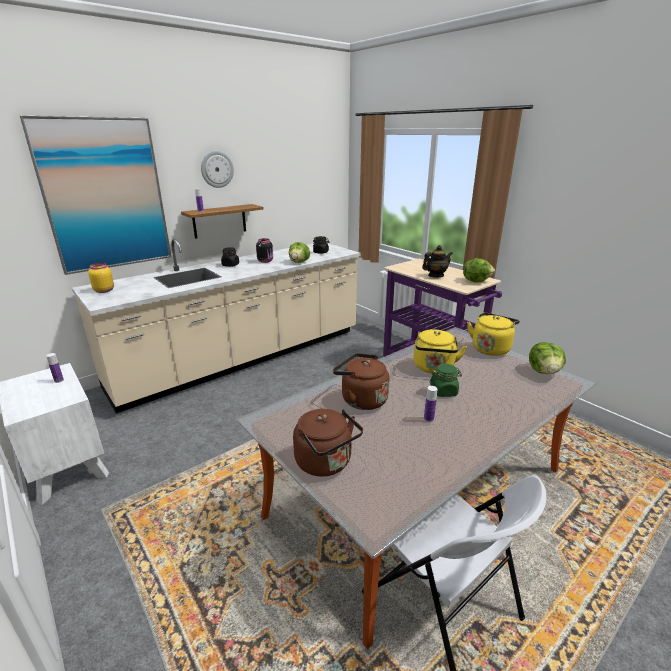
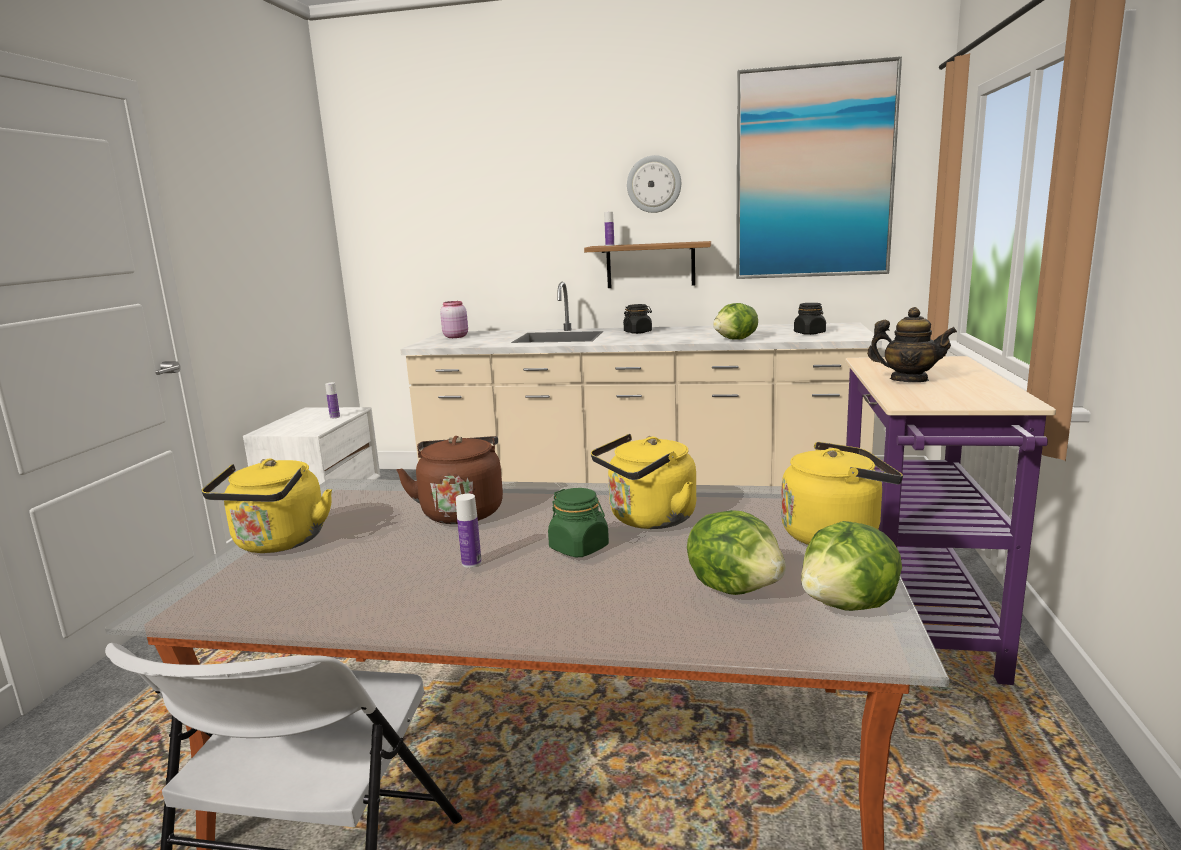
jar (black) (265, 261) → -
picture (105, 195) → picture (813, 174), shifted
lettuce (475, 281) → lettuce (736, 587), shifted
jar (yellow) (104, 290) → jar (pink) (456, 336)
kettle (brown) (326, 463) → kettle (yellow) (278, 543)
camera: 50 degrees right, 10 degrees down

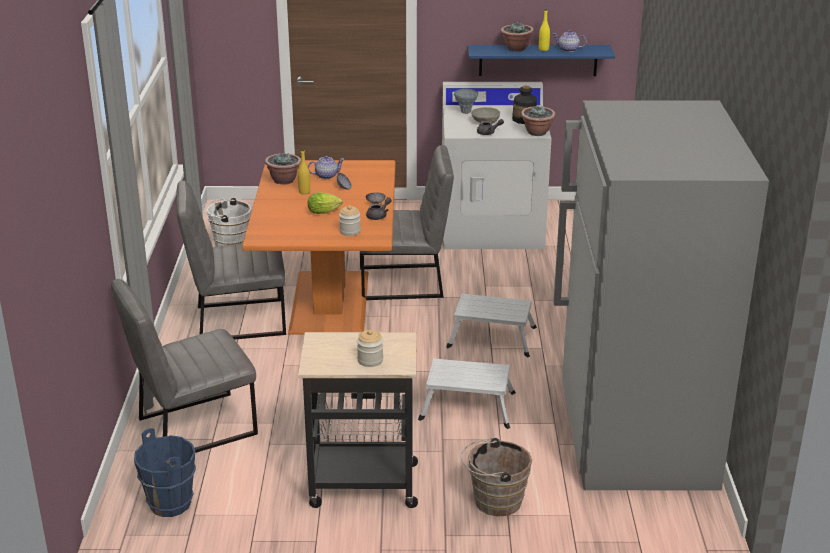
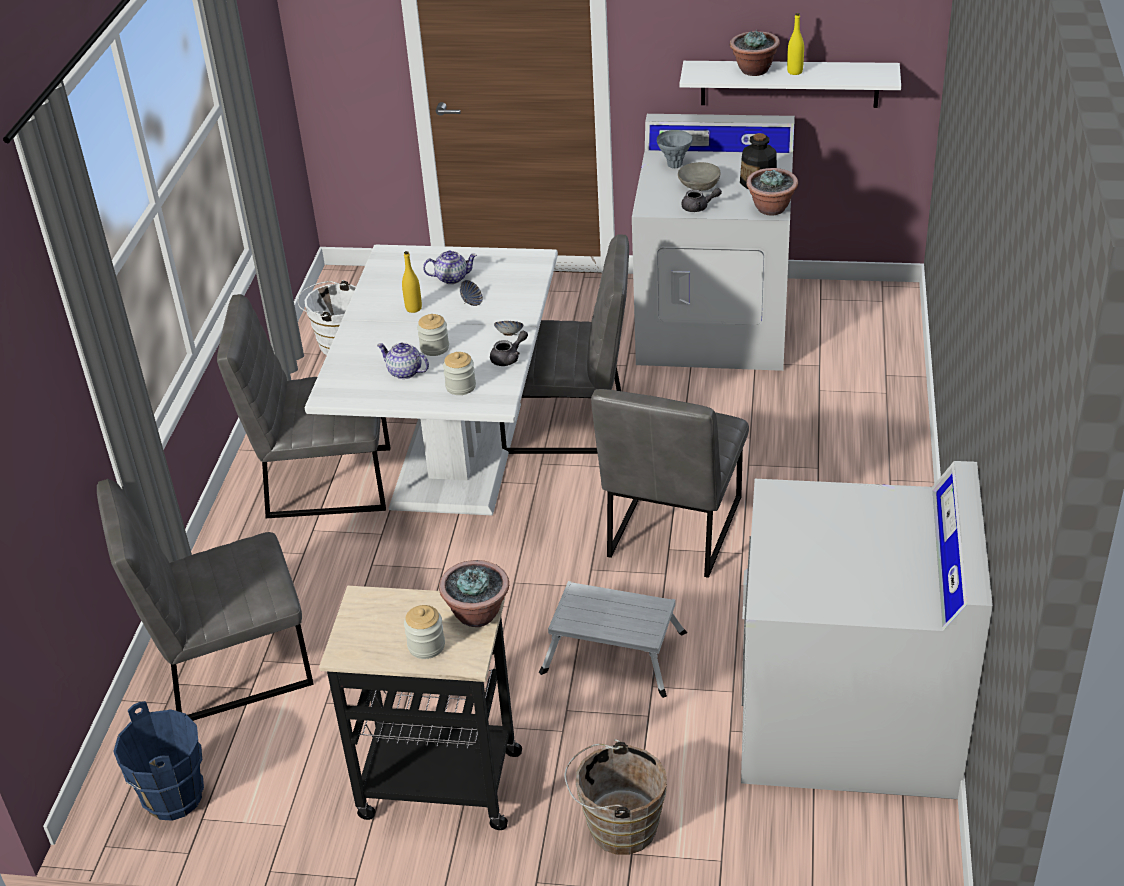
potted plant (284, 180) → potted plant (477, 614), shifted
teapot (568, 50) → teapot (404, 372), shifted
lettuce (325, 212) → jar (434, 348)
step ladder (white) (491, 337) → chair (grey) (672, 529)
fridge (grey) (635, 432) → washing machine (white) (848, 716)
dining table (orange) (328, 302) → dining table (white) (454, 455)
shelf (blue) (538, 60) → shelf (white) (789, 83)
camera: 10 degrees right, 10 degrees up

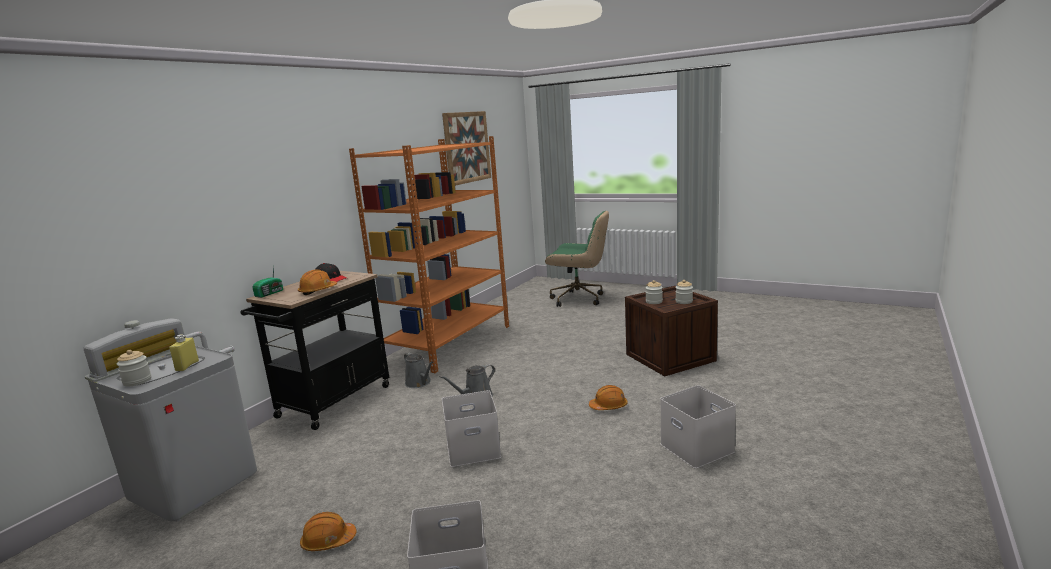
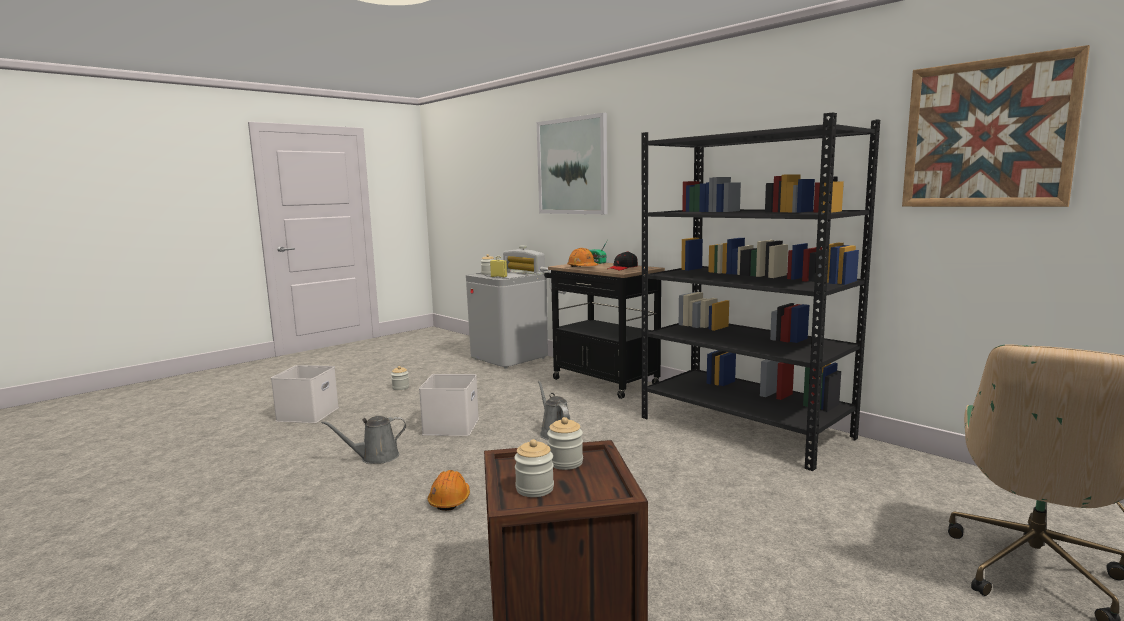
storage box (white) (695, 448) → -
- → picture (572, 166)
watering can (grey) (419, 383) → watering can (grey) (375, 457), shifted
hard hat (orange) (328, 541) → jar (400, 388)
bookcase (orange) (449, 343) → bookcase (black) (744, 427)
camera: 105 degrees right, 5 degrees down

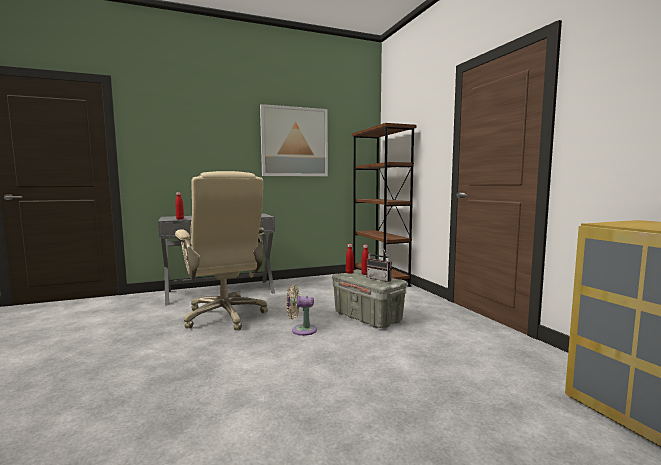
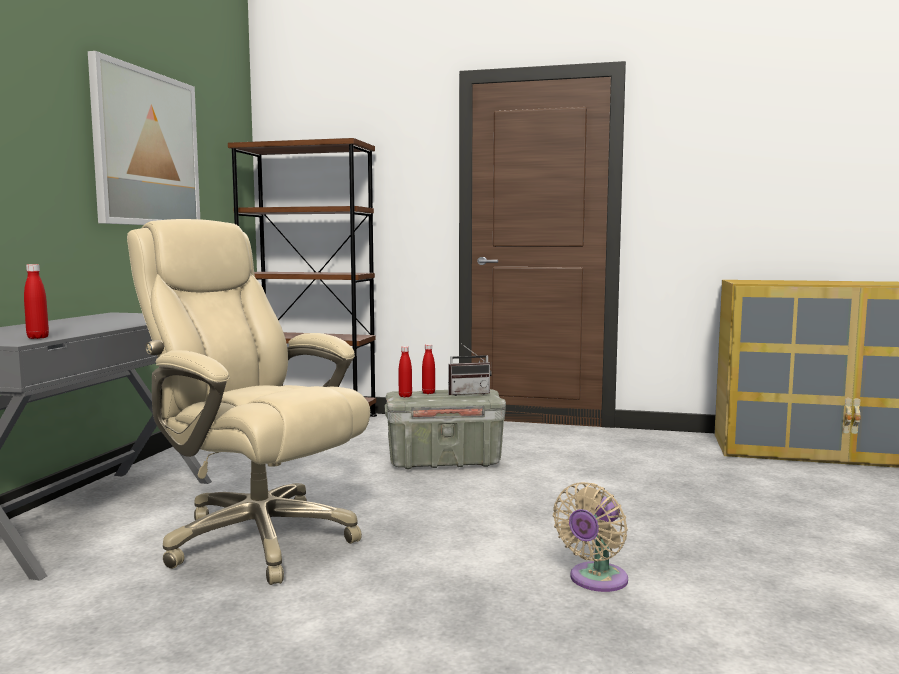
fan (beige) (301, 330) → fan (beige) (595, 580), shifted
office chair (beige) (224, 317) → office chair (beige) (258, 538), 150 degrees counterclockwise
camera: 55 degrees left, 0 degrees up

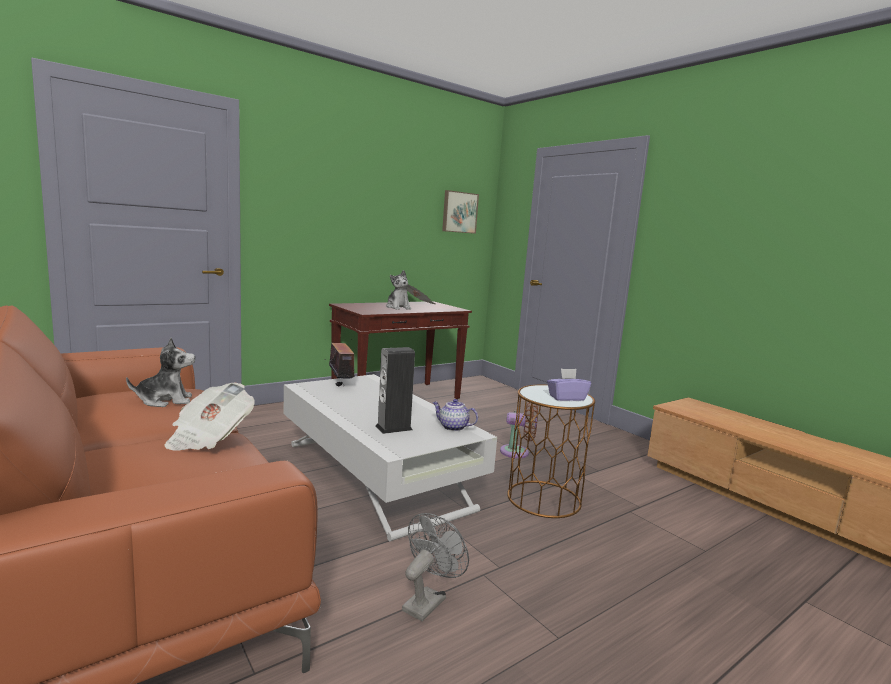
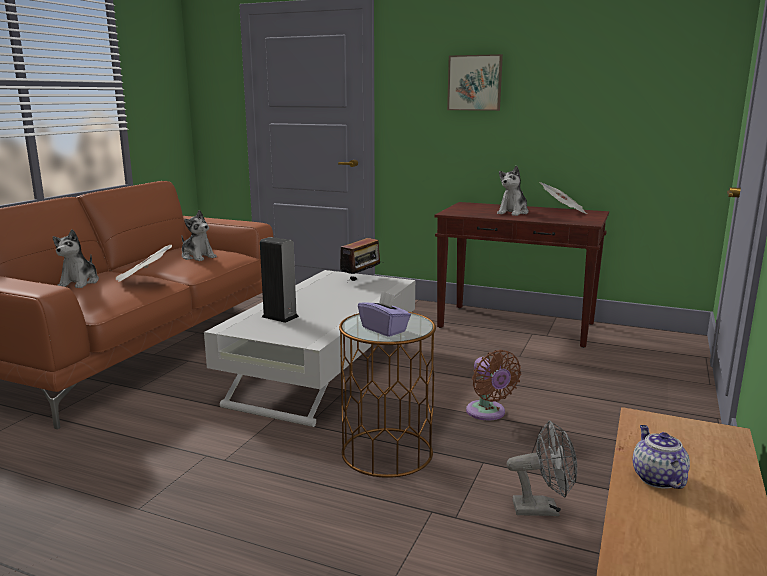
- → plush toy (80, 282)
fan (grey) (428, 600) → fan (grey) (543, 508), shifted
teapot (452, 427) → teapot (656, 478), shifted
picture (459, 212) → picture (475, 83), shifted
camera: 60 degrees right, 5 degrees up

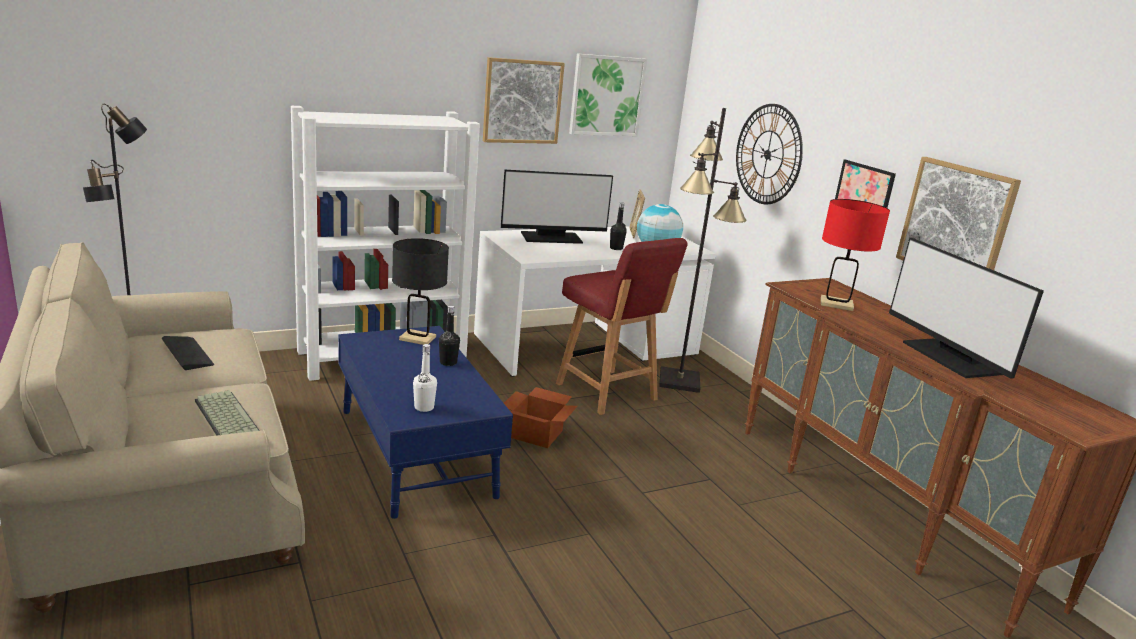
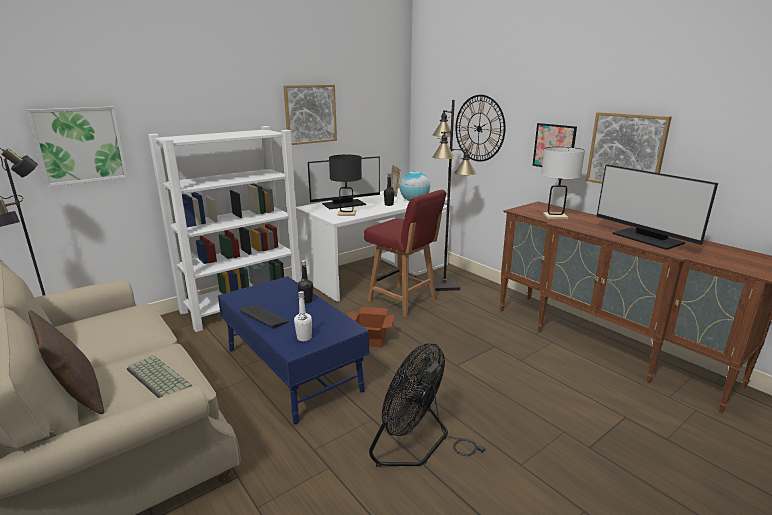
- → pillow (brown) (77, 397)
- → fan (black) (424, 441)
keyboard (187, 353) → keyboard (264, 317), shifted
table lamp (black) (417, 338) → table lamp (black) (346, 214), shifted
picture (606, 95) → picture (80, 145), shifted
table lamp (red) (836, 304) → table lamp (white) (555, 217)
camera: 10 degrees left, 0 degrees up

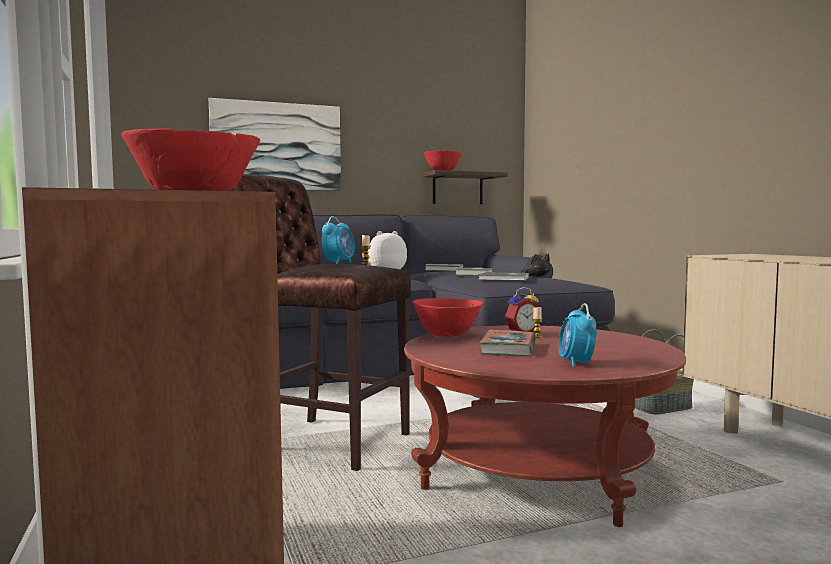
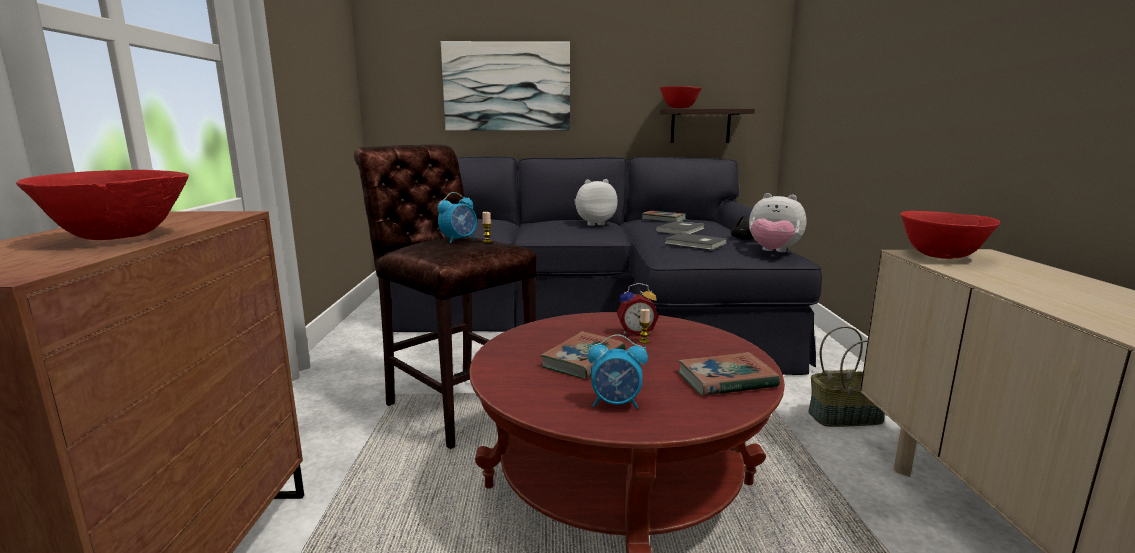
- → book (726, 380)
- → plush toy (773, 252)
bowl (red) (447, 335) → bowl (red) (940, 256), shifted
alarm clock (576, 363) → alarm clock (616, 403), 105 degrees counterclockwise
camera: 20 degrees right, 10 degrees up

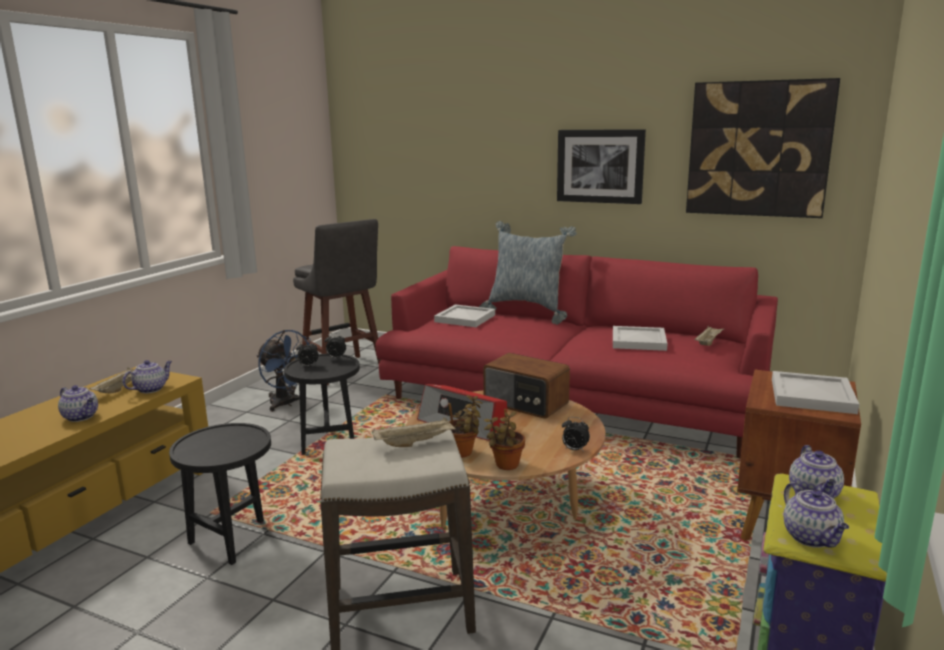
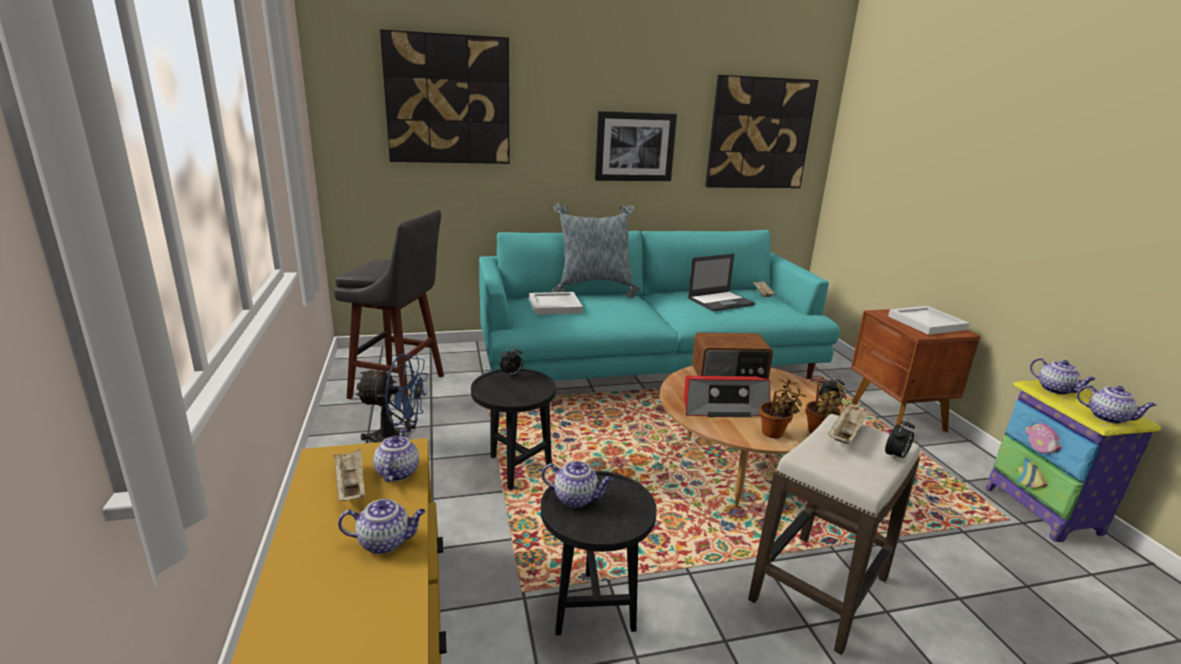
- → picture (448, 100)
- → teapot (576, 498)
alarm clock (308, 366) → alarm clock (895, 456), shifted
tray (white) (639, 341) → laptop (721, 301)
sofa (red) (573, 400) → sofa (turquoise) (647, 362)
camera: 40 degrees left, 5 degrees up

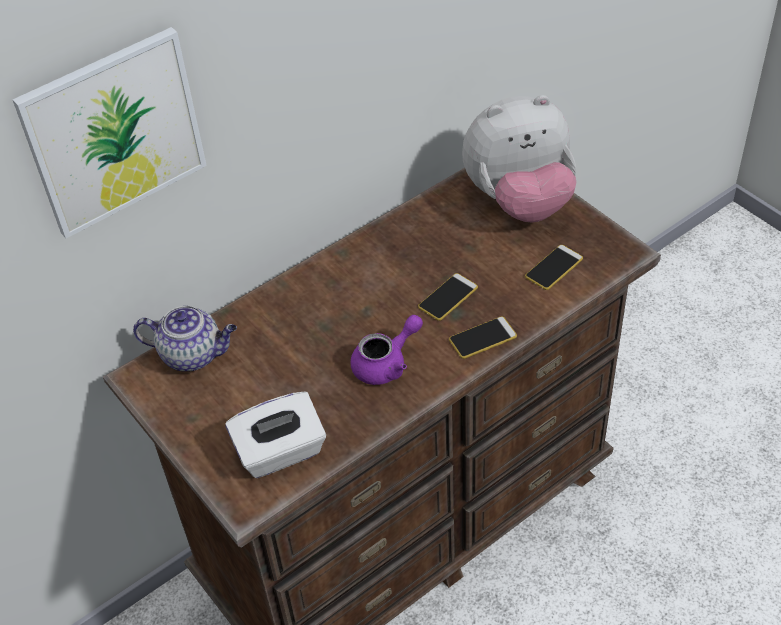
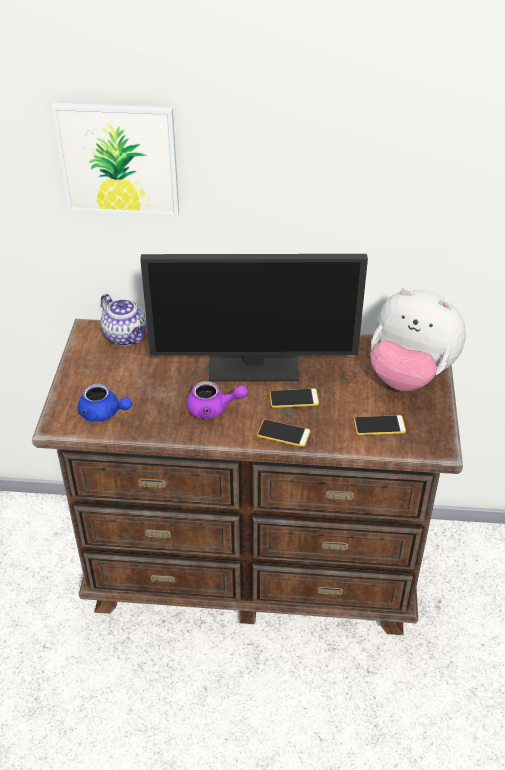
- → monitor (255, 362)
tissue box (white) (281, 452) → teapot (blue) (103, 413)
camera: 40 degrees right, 5 degrees down

